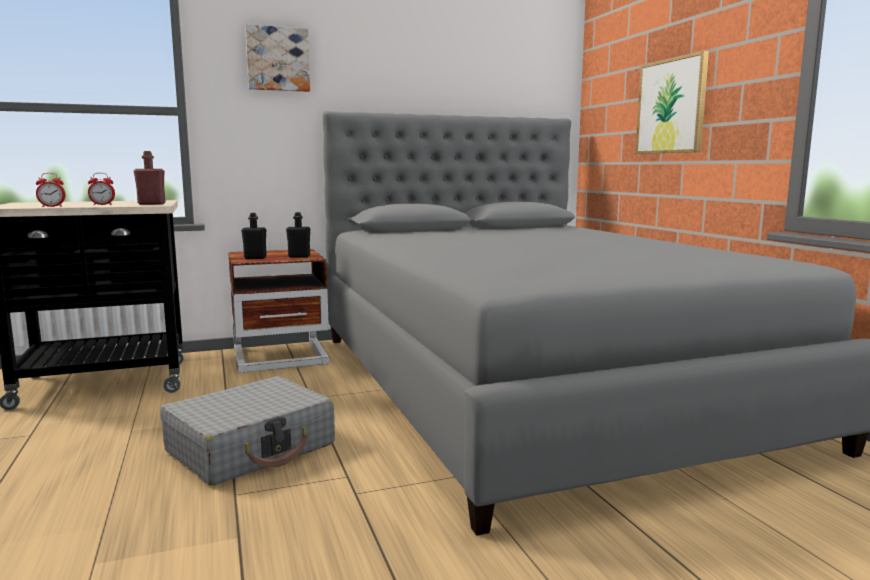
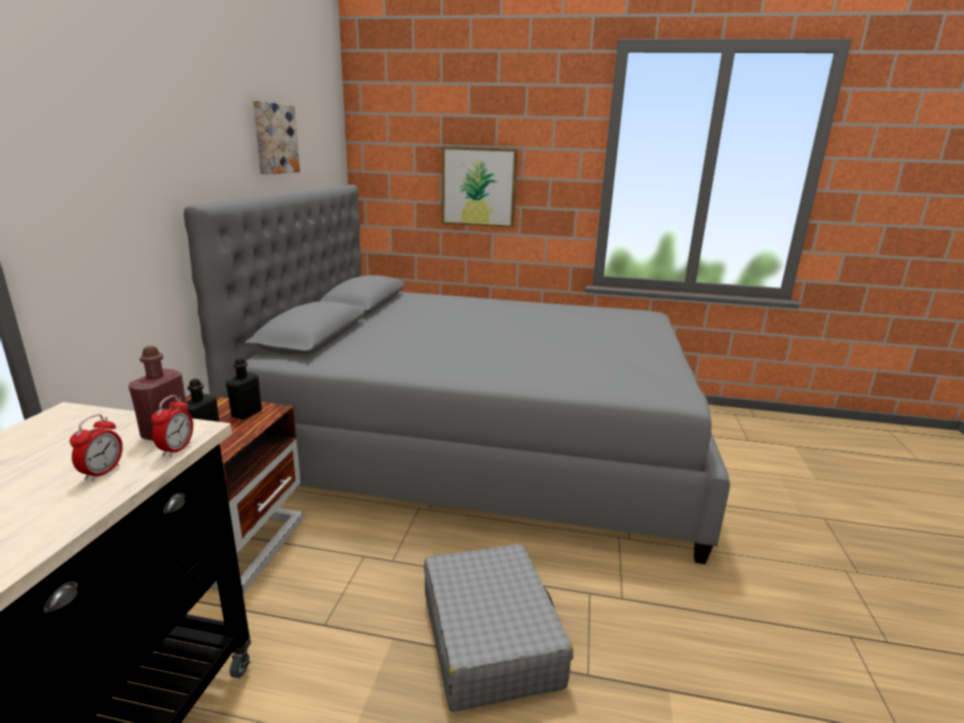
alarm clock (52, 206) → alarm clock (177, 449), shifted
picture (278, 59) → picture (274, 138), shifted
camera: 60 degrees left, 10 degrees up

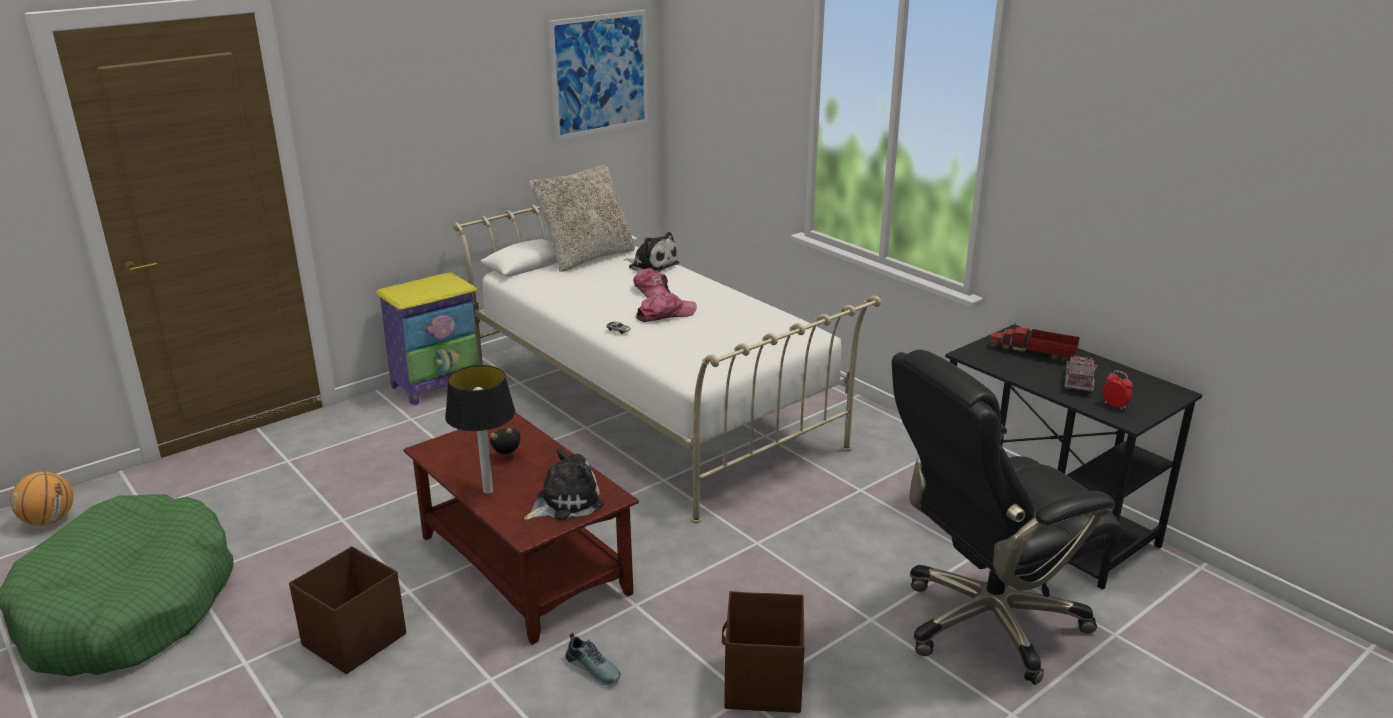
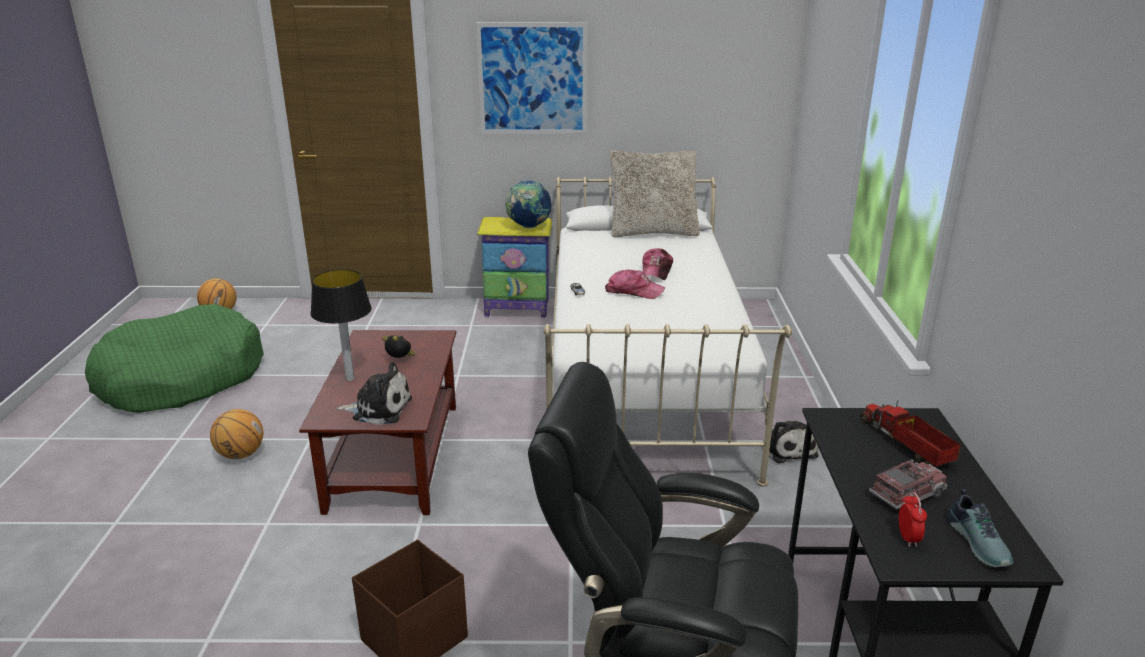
- → globe (528, 227)
picture (600, 74) → picture (532, 79), shifted
shoe (594, 668) → shoe (979, 542), shifted
plush toy (651, 265) → plush toy (788, 449), shifted
storage box (brown) (353, 640) → basketball (240, 454)
camera: 40 degrees right, 0 degrees up

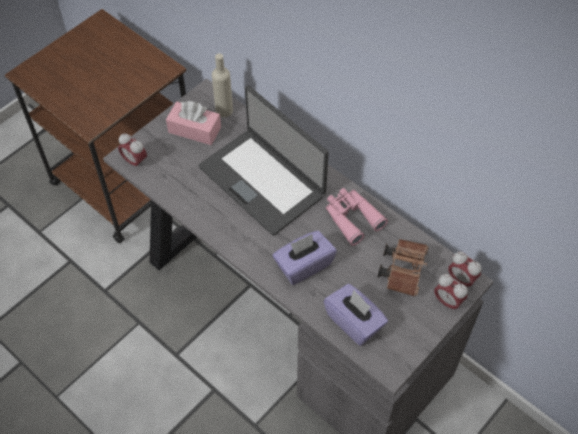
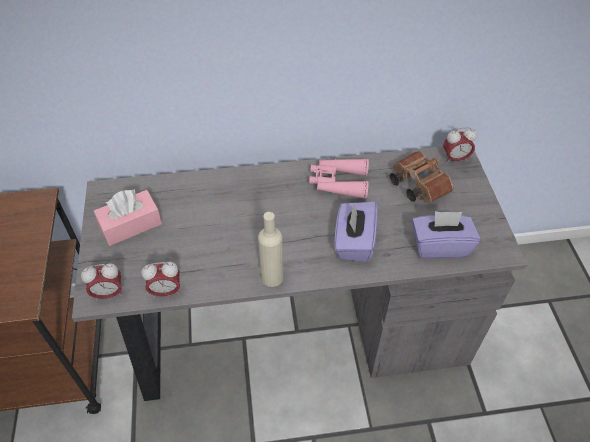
laptop (263, 180) → -
bottle (beige) (224, 110) → bottle (beige) (272, 277), shifted
alarm clock (447, 302) → alarm clock (166, 291), shifted
camera: 50 degrees left, 5 degrees down

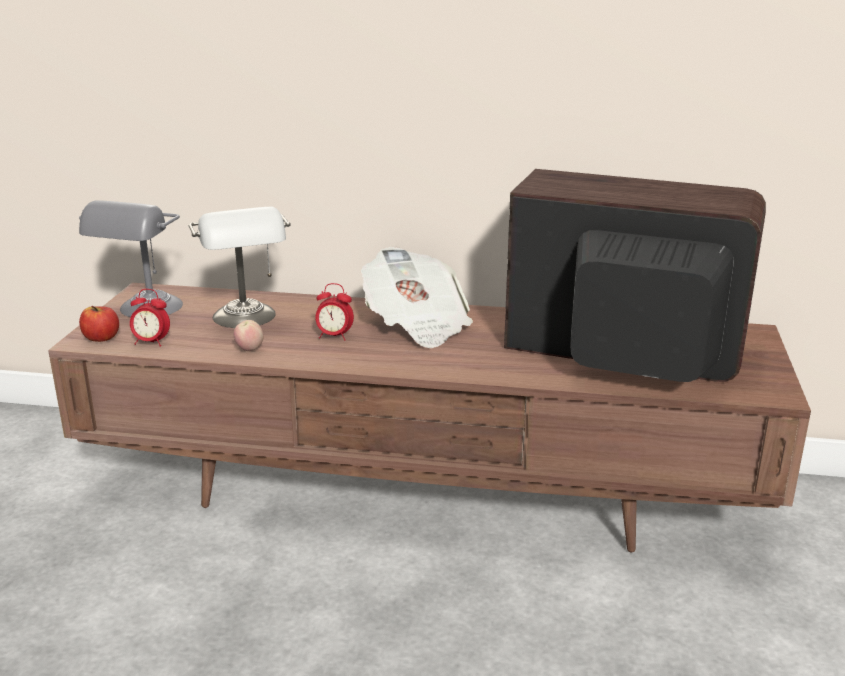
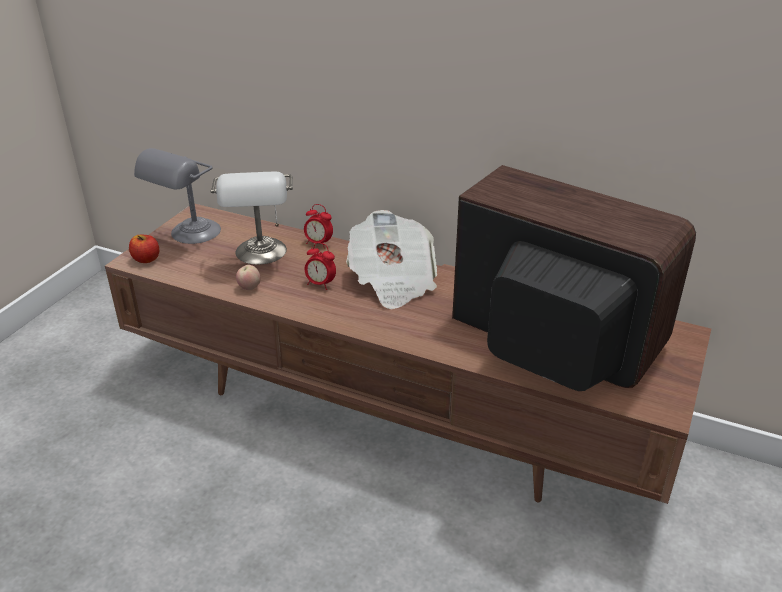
alarm clock (151, 342) → alarm clock (318, 243), shifted
camera: 15 degrees right, 10 degrees up

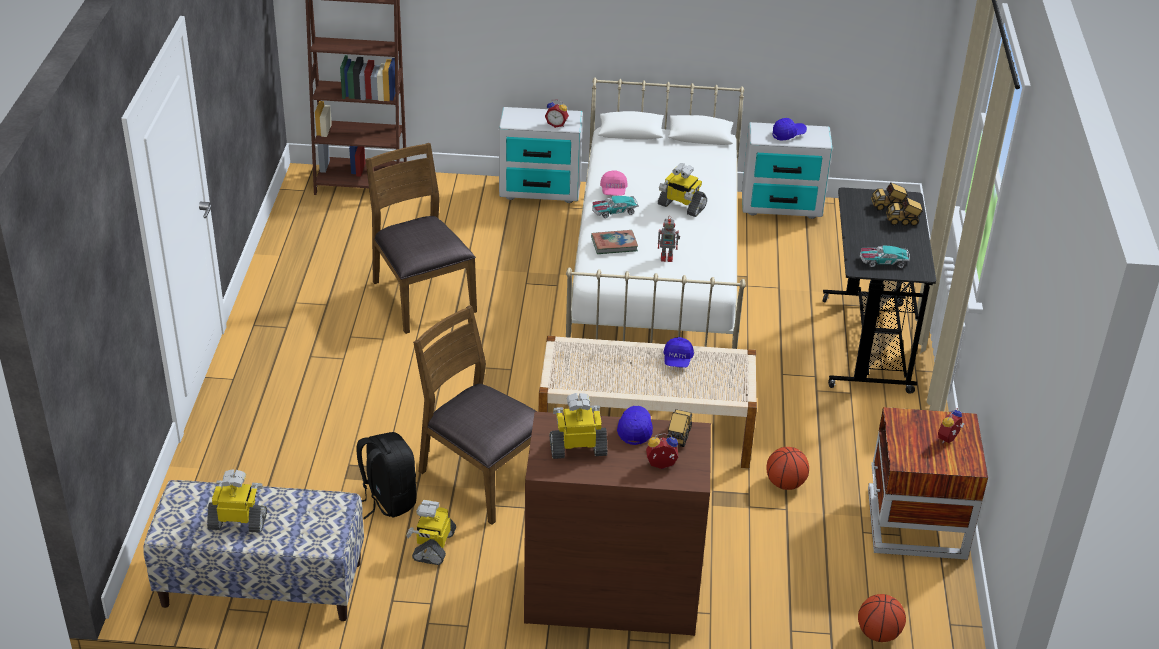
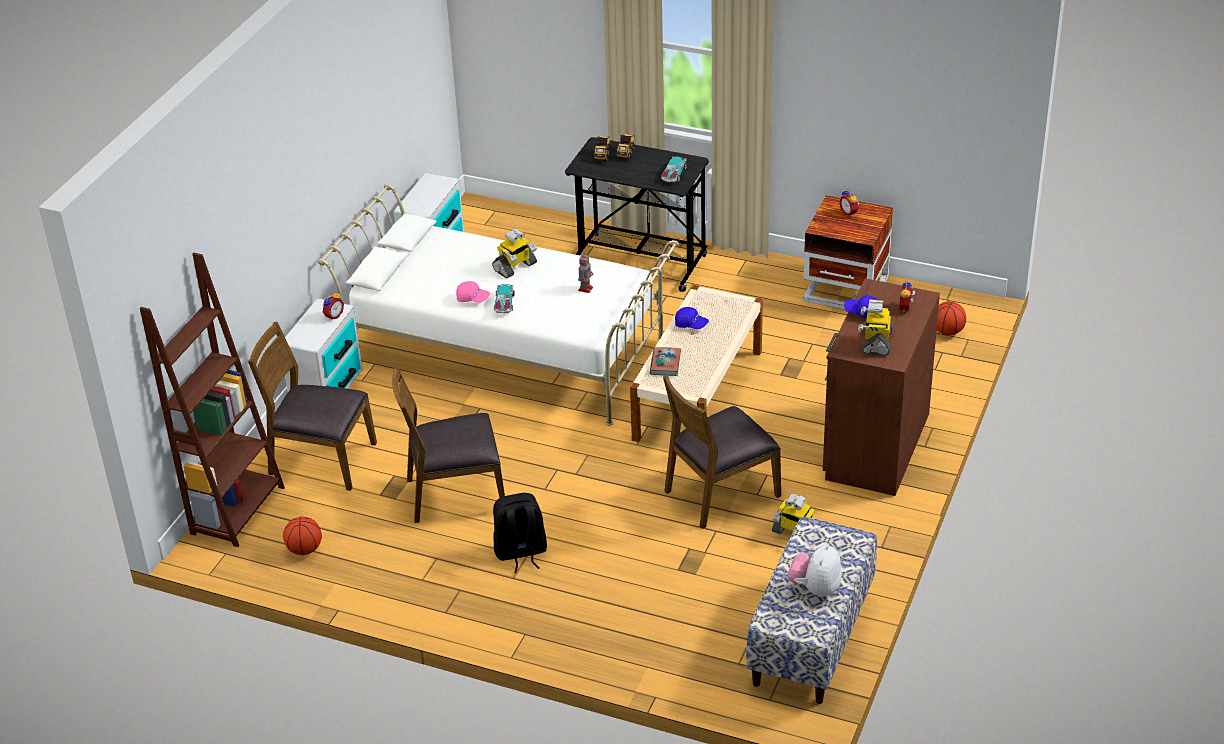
toy truck (678, 436) → -
cap (blue) (788, 134) → -
- → chair (brown) (321, 459)
backpack (black) (387, 500) → backpack (black) (520, 553), shifted
book (614, 244) → book (665, 364), shifted
basketball (785, 484) → basketball (304, 550), shifted
toy robot (238, 521) → plush toy (815, 588)
camera: 70 degrees left, 0 degrees up

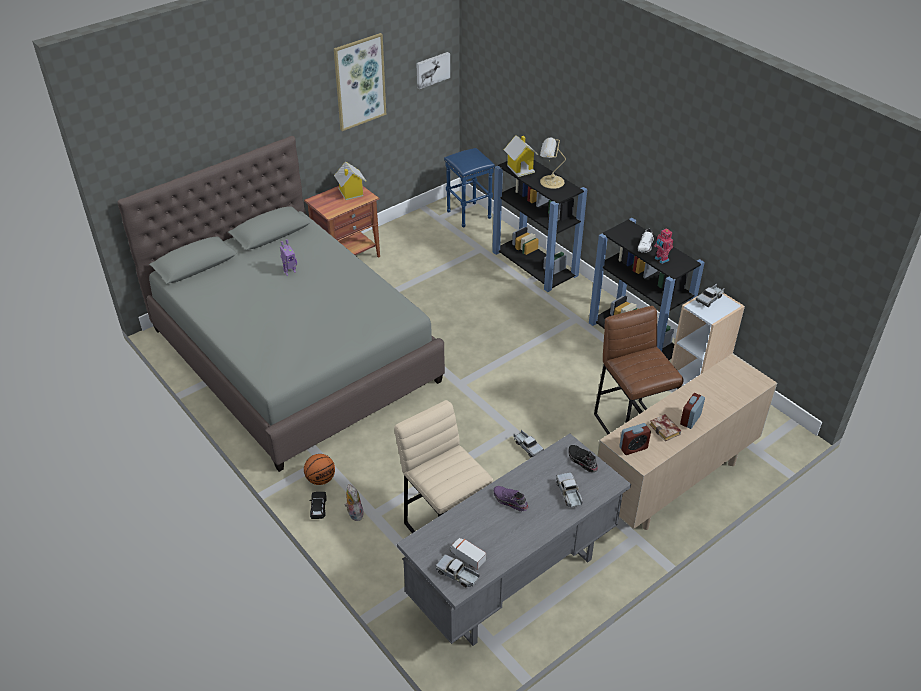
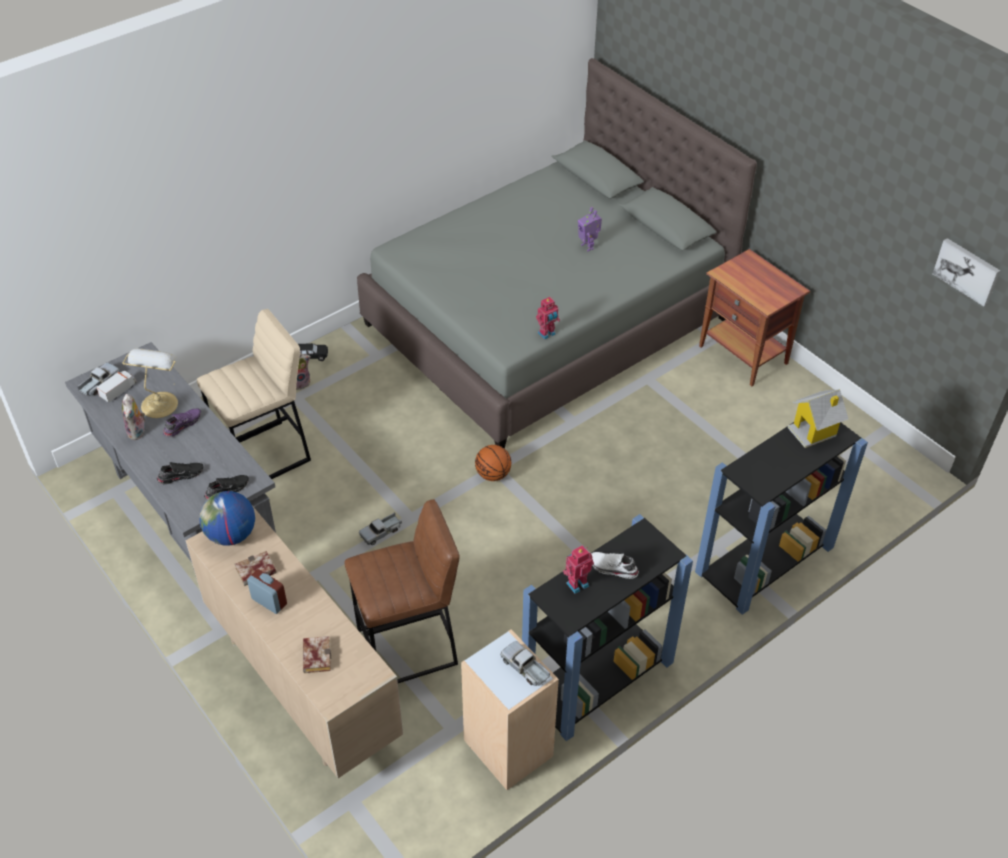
picture (359, 82) → -
toy house (350, 193) → -
stool (blue) (469, 214) → -
- → plush toy (138, 432)
- → book (315, 655)
- → toy robot (547, 334)
basketball (320, 479) → basketball (493, 474), shifted
table lamp (550, 182) → table lamp (160, 403), shifted
toy truck (569, 493) → shoe (black) (181, 475)
alarm clock (633, 448) → globe (231, 535)
camera: 90 degrees right, 5 degrees up

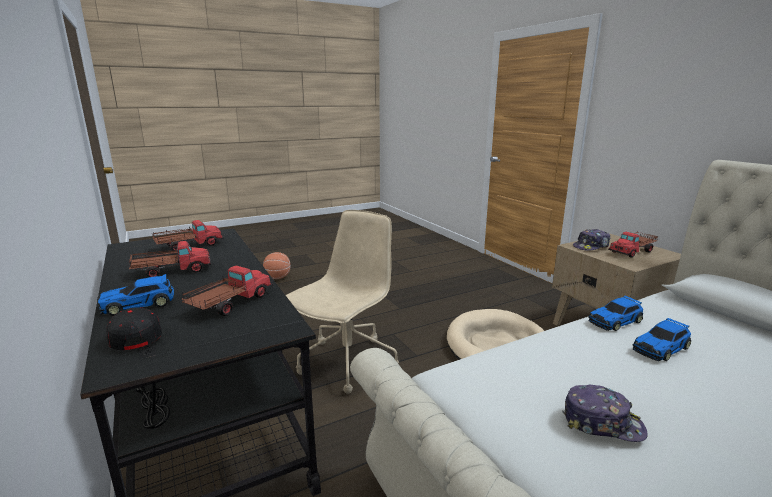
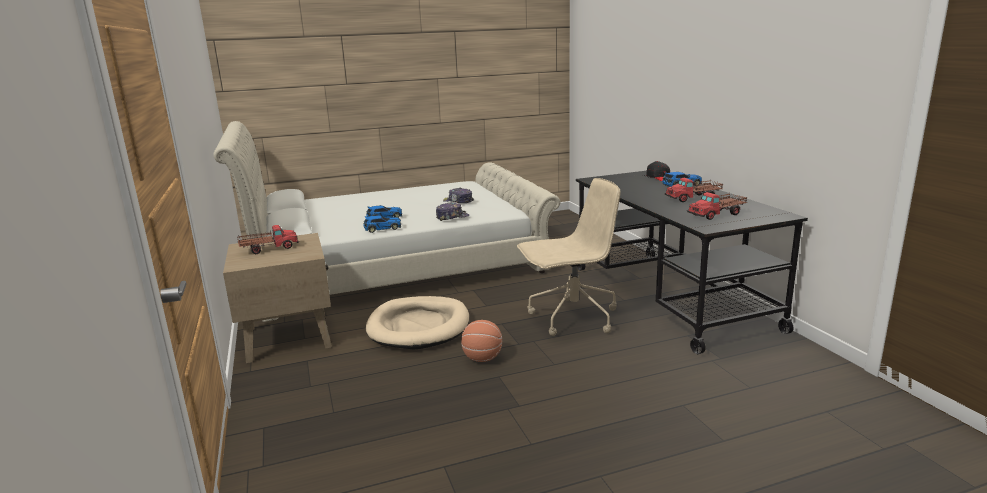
toy truck (229, 303) → -
basketball (278, 277) → basketball (482, 358), shifted
cap (591, 246) → cap (452, 217), shifted
office chair (beige) (345, 365) → office chair (beige) (570, 318), 150 degrees counterclockwise
camera: 170 degrees left, 0 degrees up

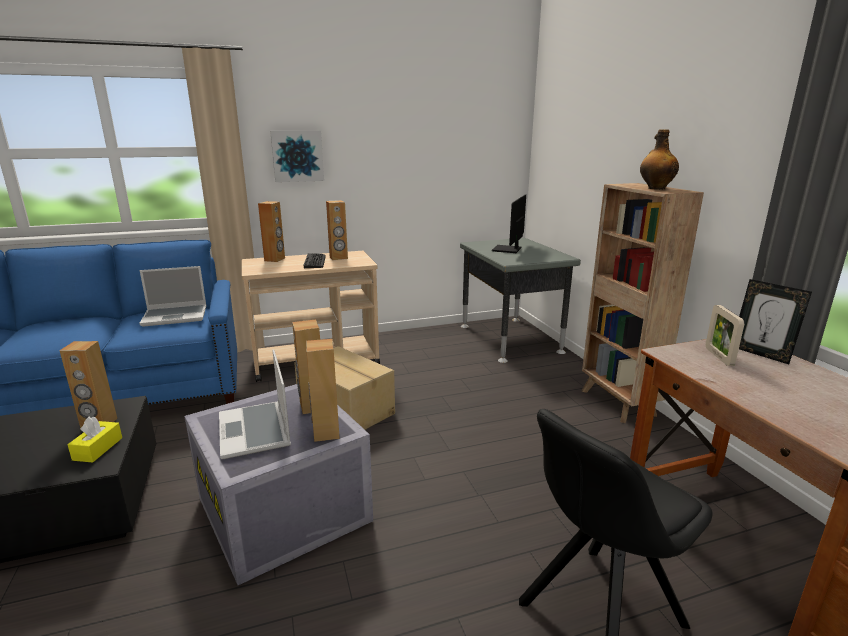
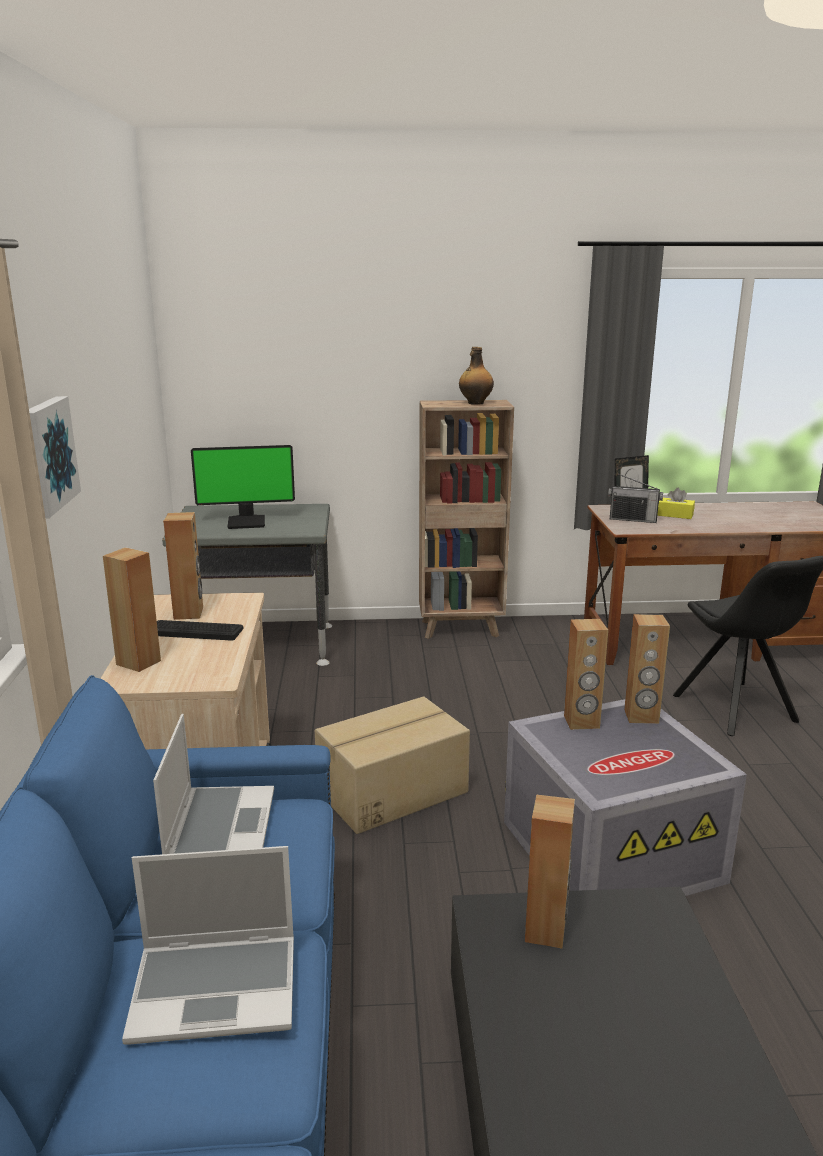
tissue box (yellow) (98, 449) → tissue box (yellow) (675, 515), shifted
laptop (255, 431) → laptop (217, 988), shifted
picture frame (718, 356) → radio (633, 519)
monitor (508, 250) → monitor (247, 522), 45 degrees counterclockwise
camera: 75 degrees left, 0 degrees up

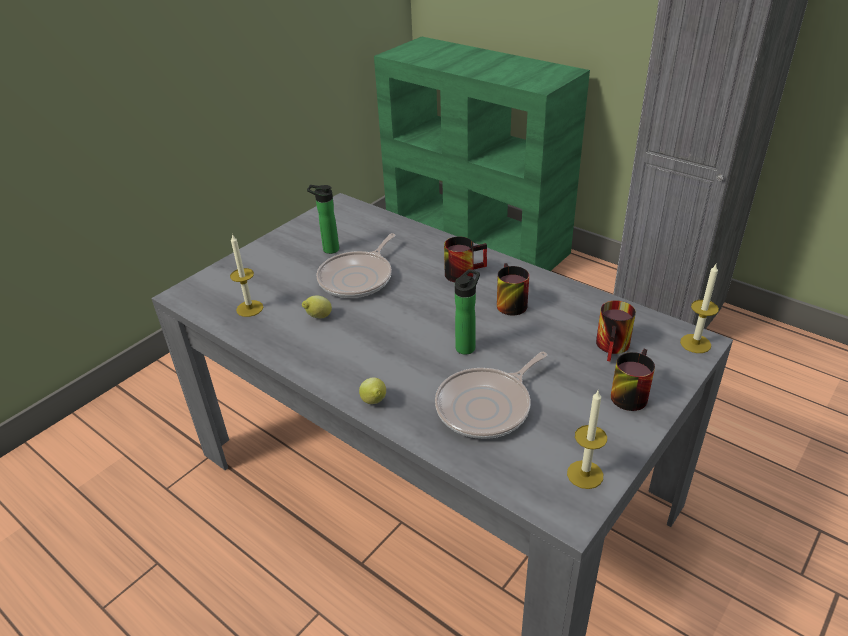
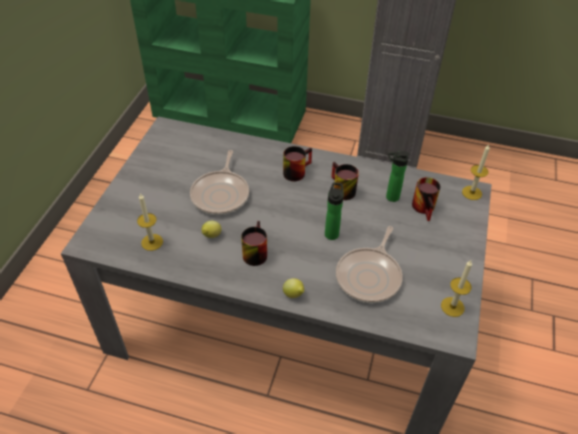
bottle (328, 249) → bottle (390, 197), shifted
mug (627, 392) → mug (253, 252), shifted
camera: 25 degrees left, 10 degrees up

